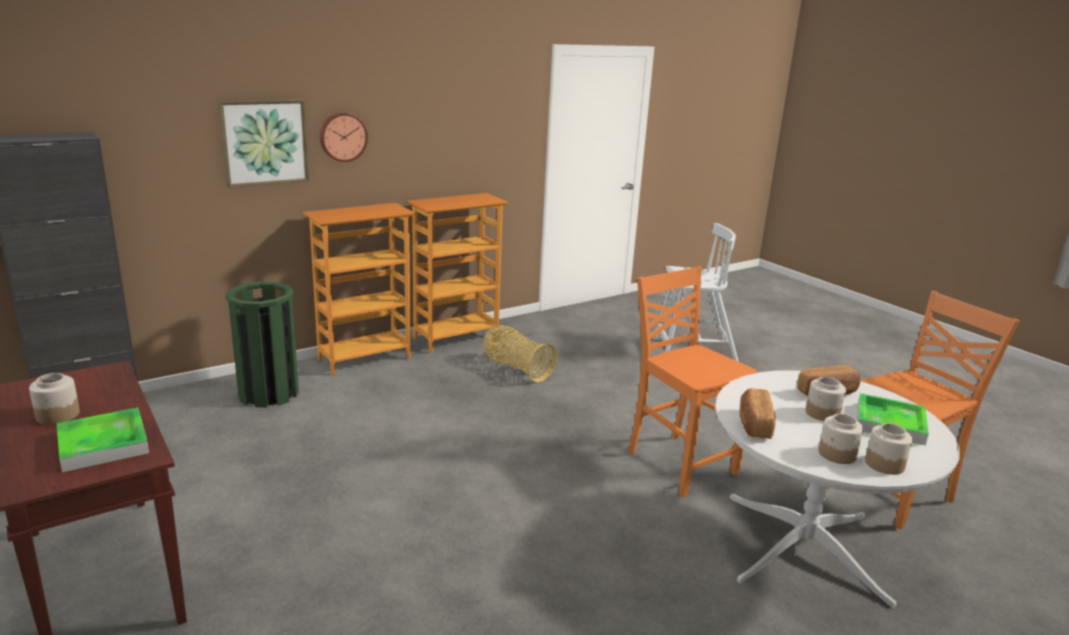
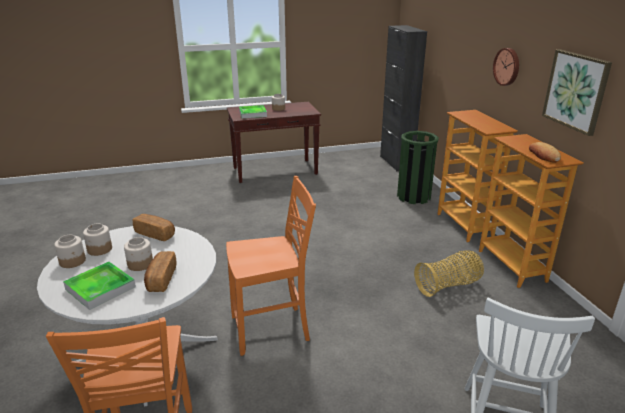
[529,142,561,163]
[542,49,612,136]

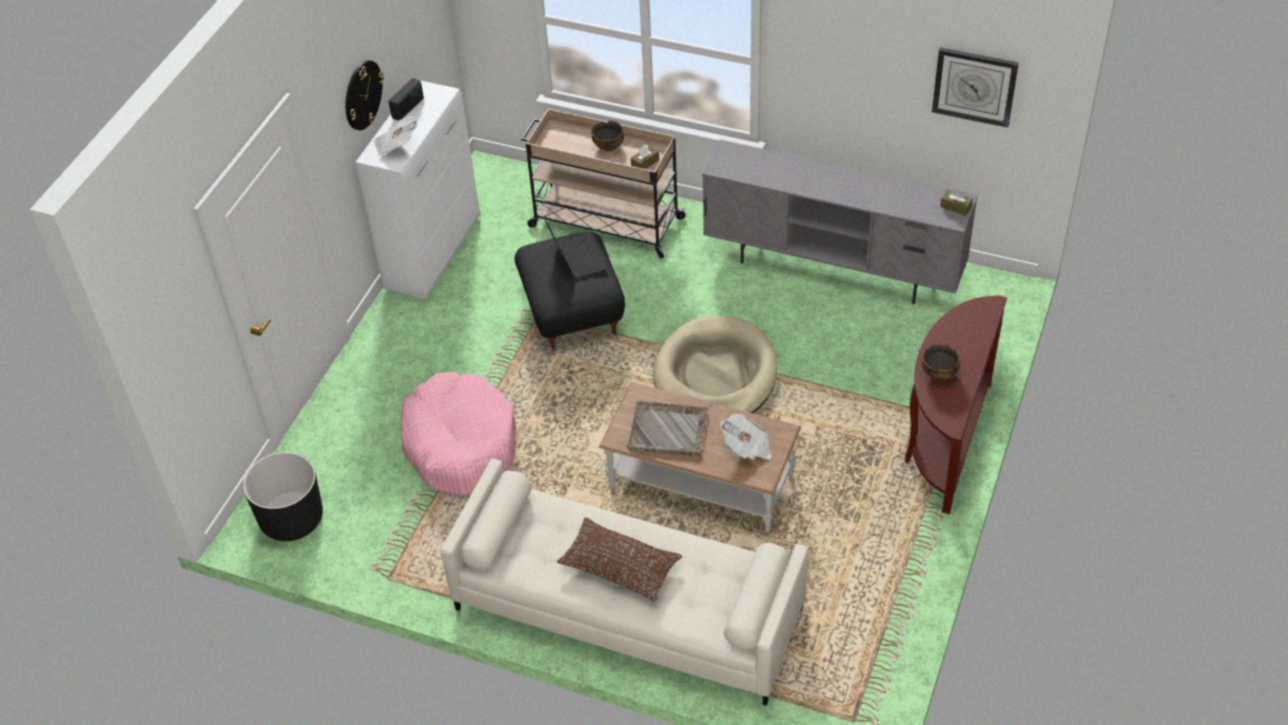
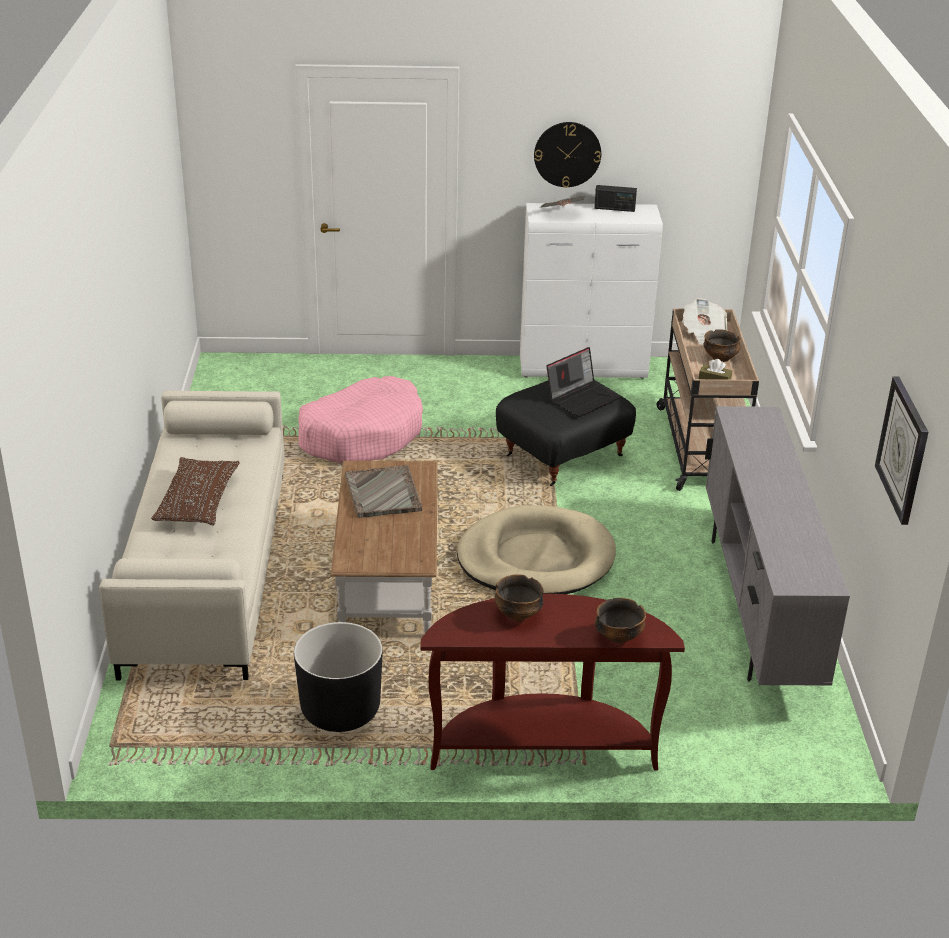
[940,190,973,216] (first image)
[595,598,646,643]
[294,622,383,732]
[682,298,728,346]

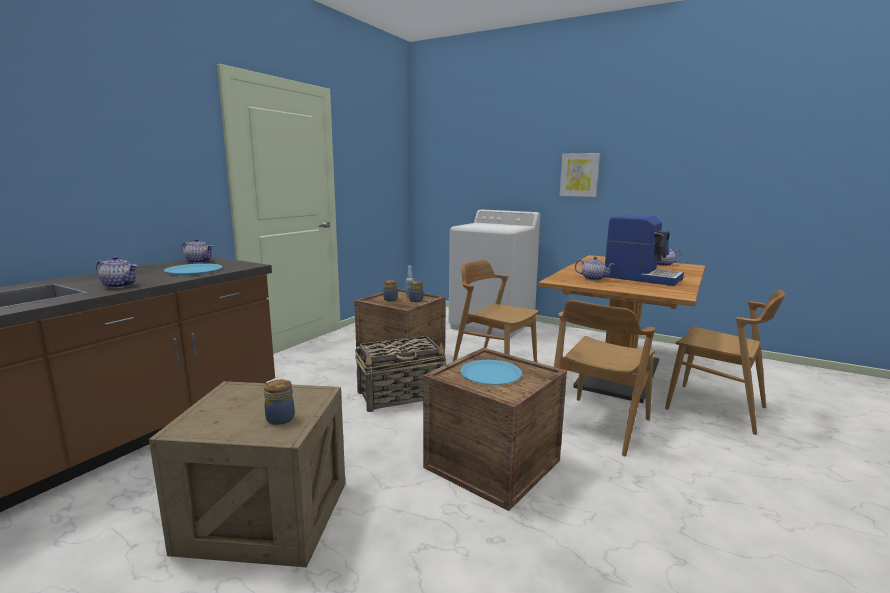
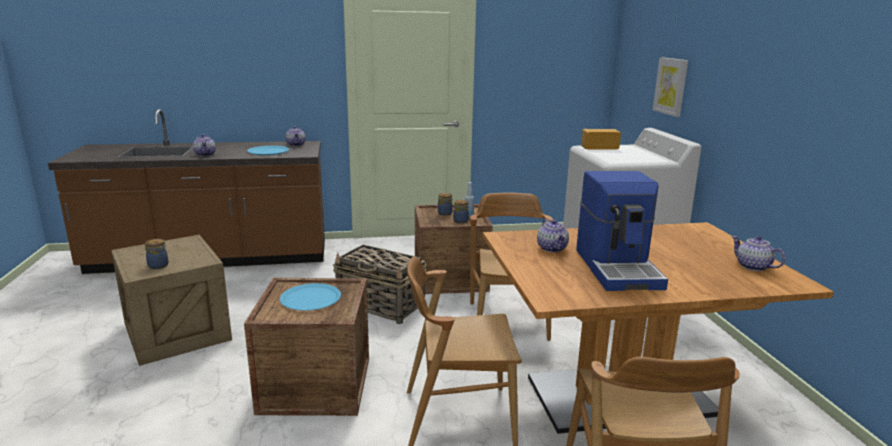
[581,129,621,150]
[653,57,688,117]

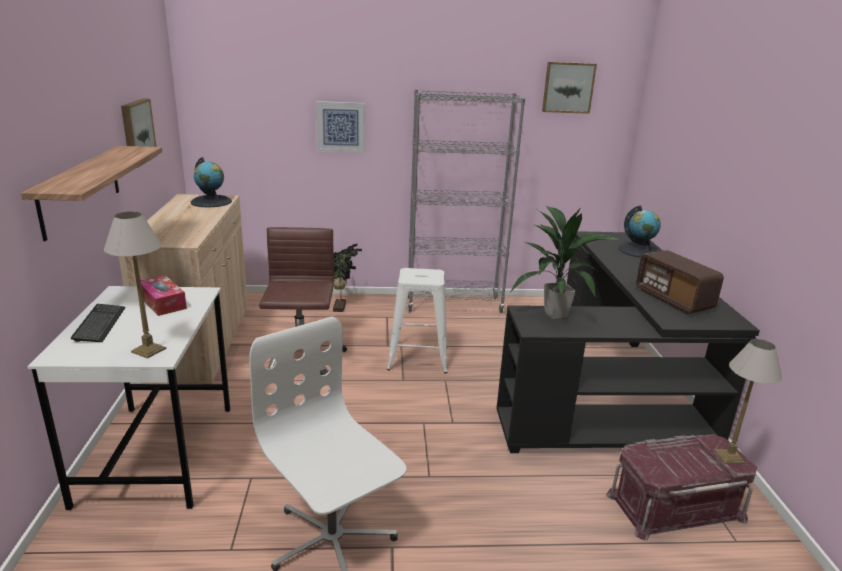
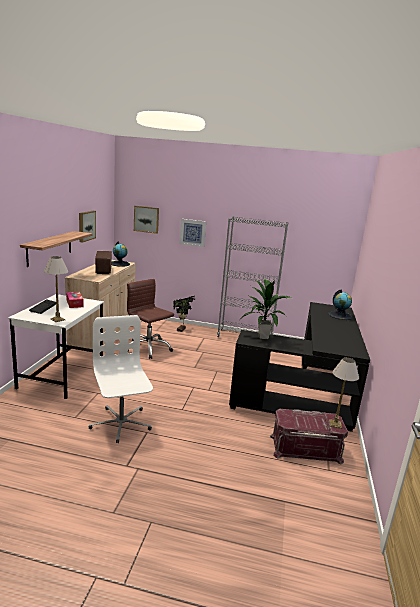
[387,268,447,373] (first image)
[134,206,159,234]
[95,251,112,274]
[127,279,174,359]

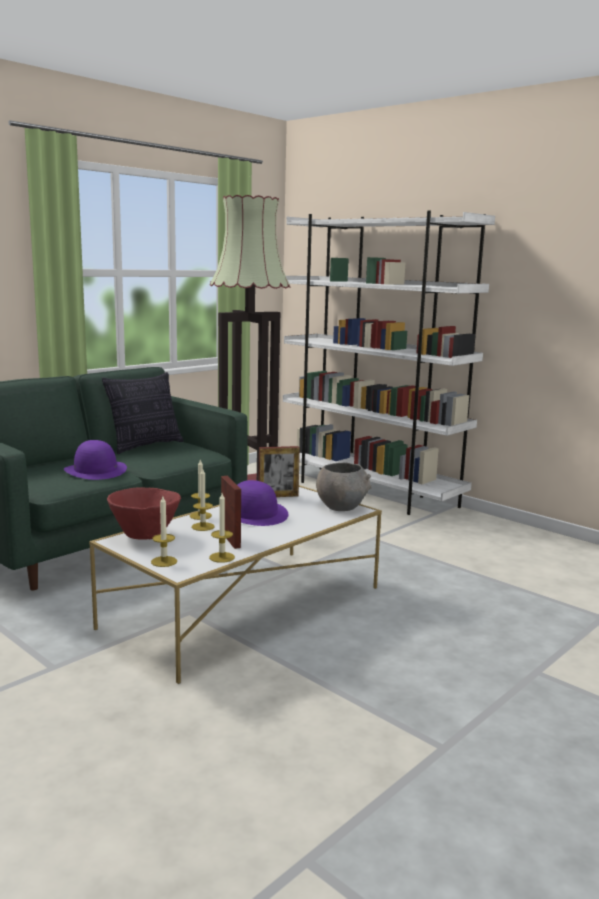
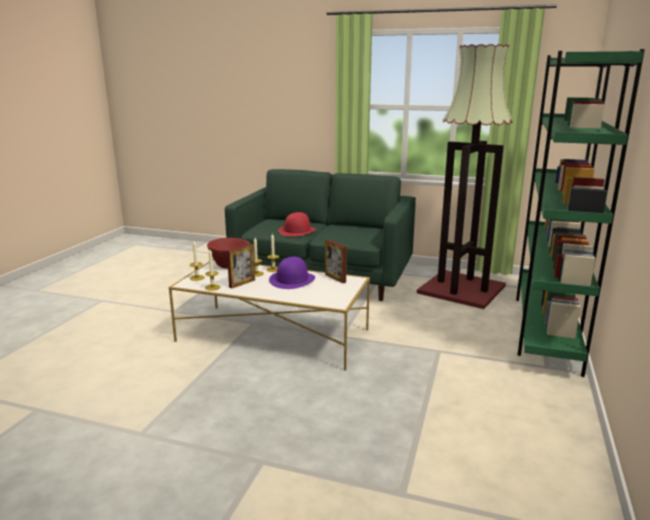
[102,372,184,454] (first image)
[316,463,372,511] (first image)
[278,212,316,237]
[516,49,645,377]

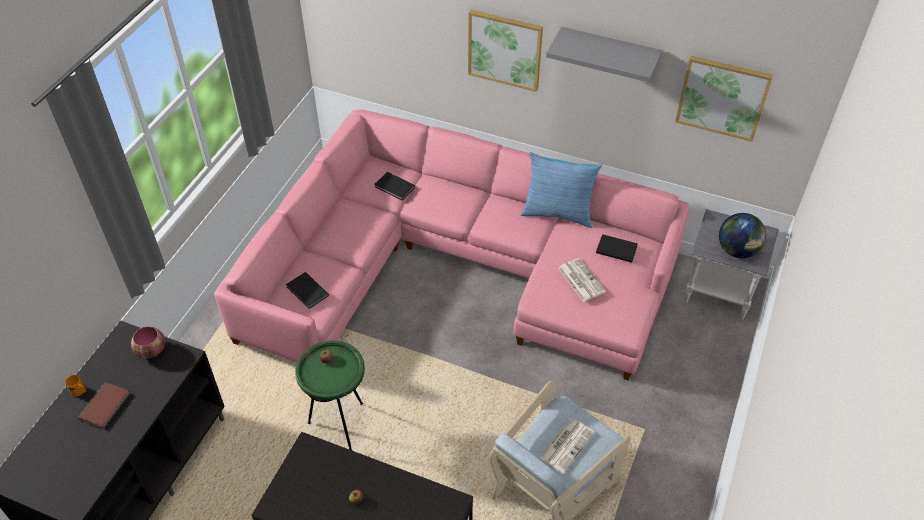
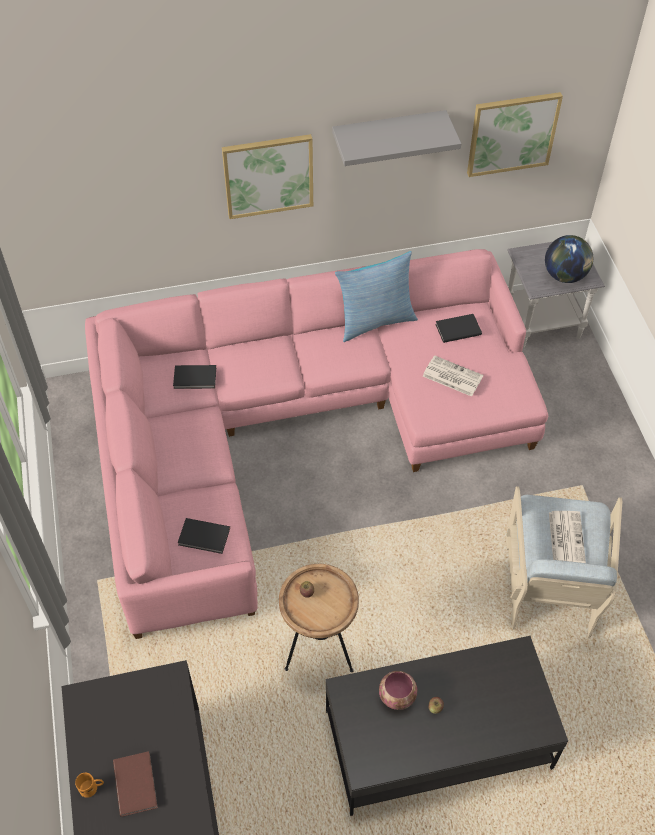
[379,671,417,710]
[279,564,359,672]

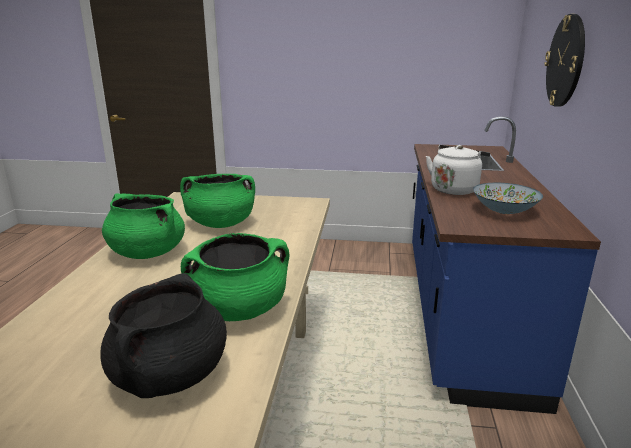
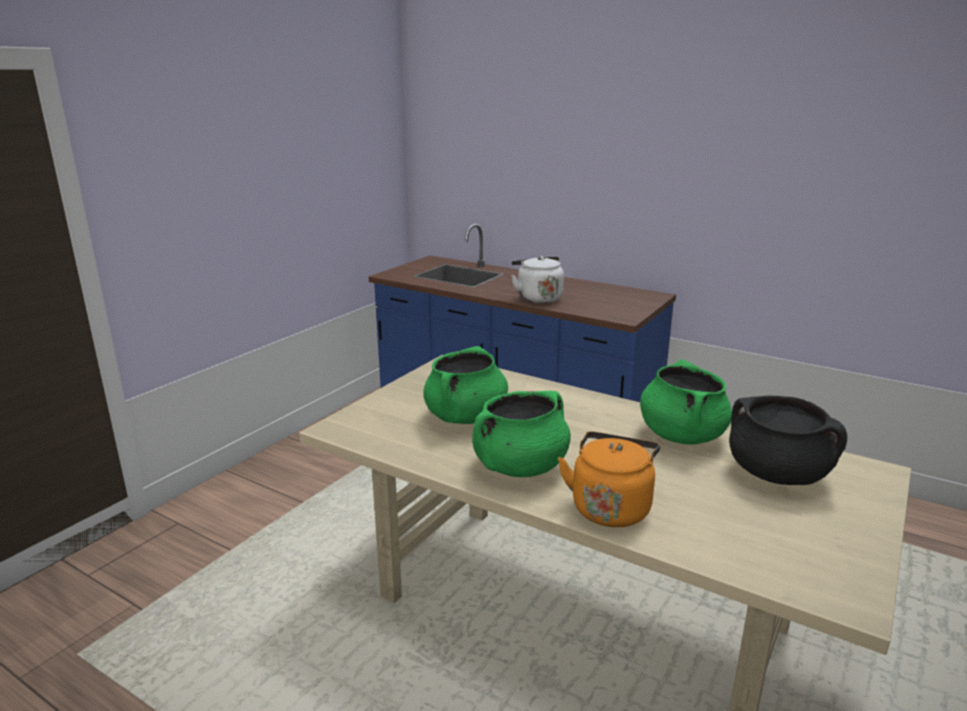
[473,183,543,214] (first image)
[544,14,585,107] (first image)
[558,431,660,527]

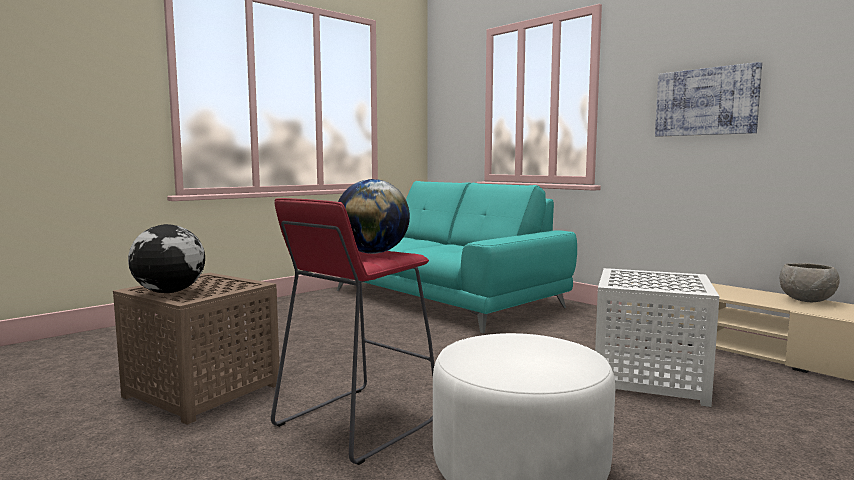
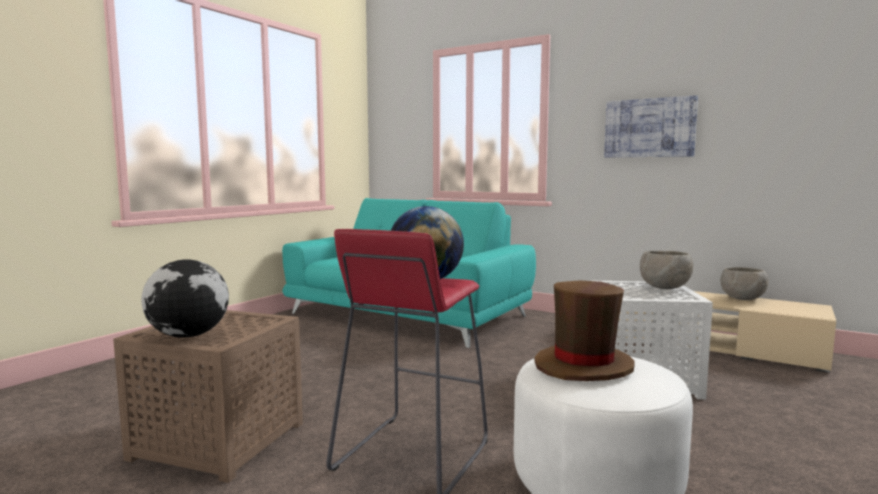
[535,280,635,381]
[640,251,693,289]

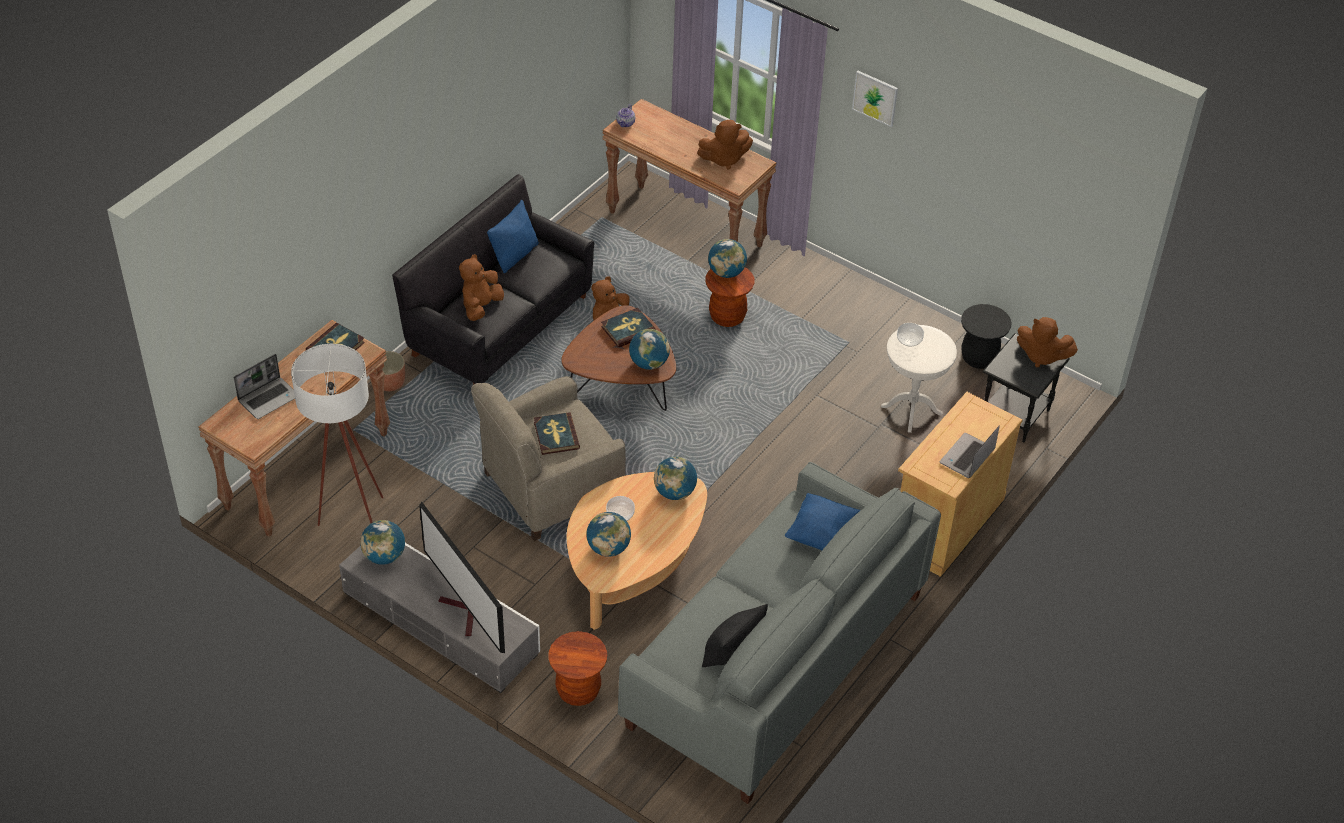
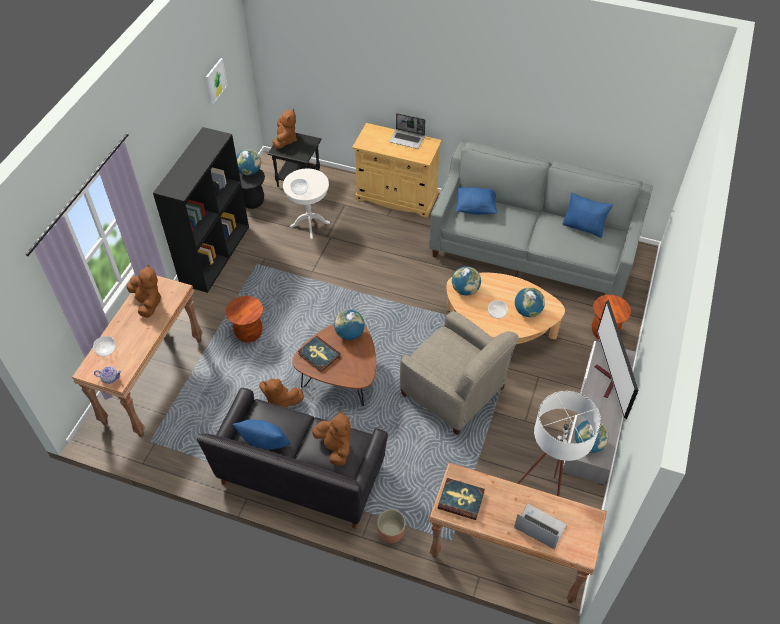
[534,412,580,455] (first image)
[93,336,116,356]
[153,127,249,293]
[236,149,261,175]
[206,58,228,104]
[563,192,613,238]
[595,299,639,419]
[312,410,351,466]

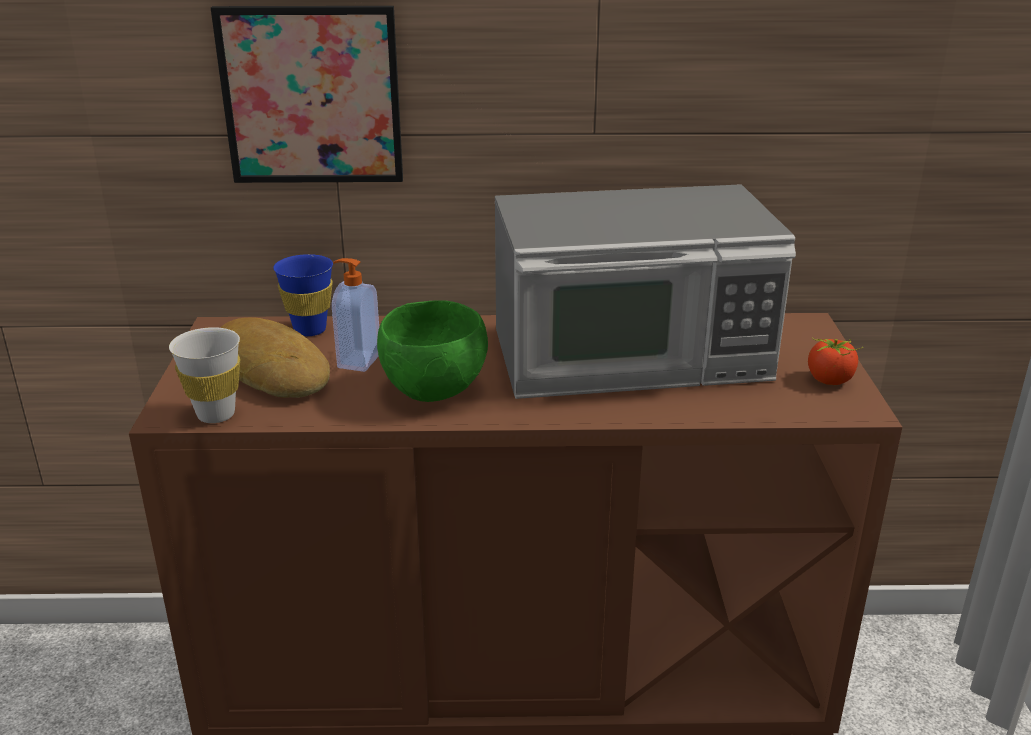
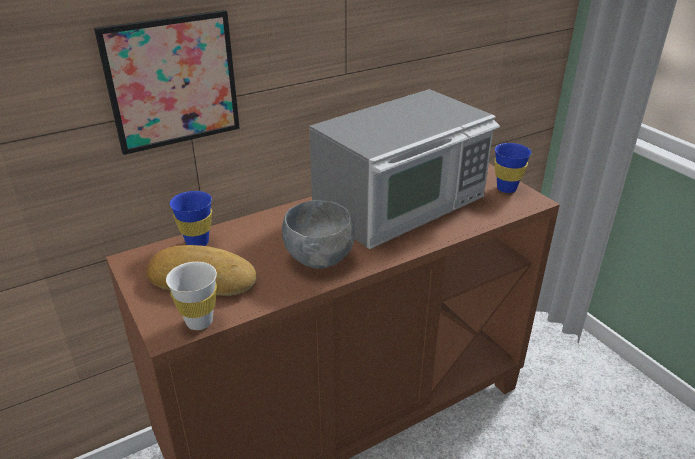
[332,258,379,372] (first image)
[494,143,531,193]
[282,200,355,269]

